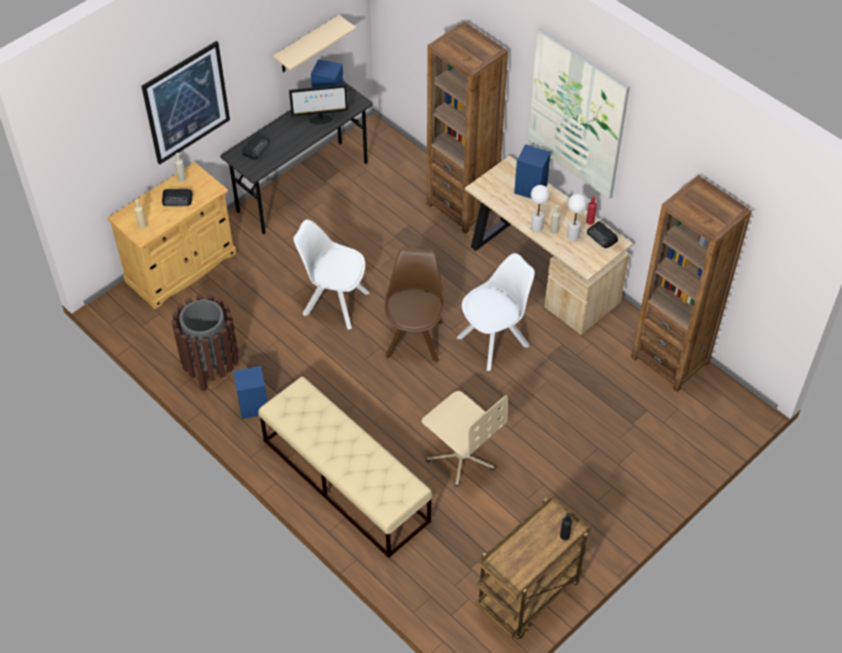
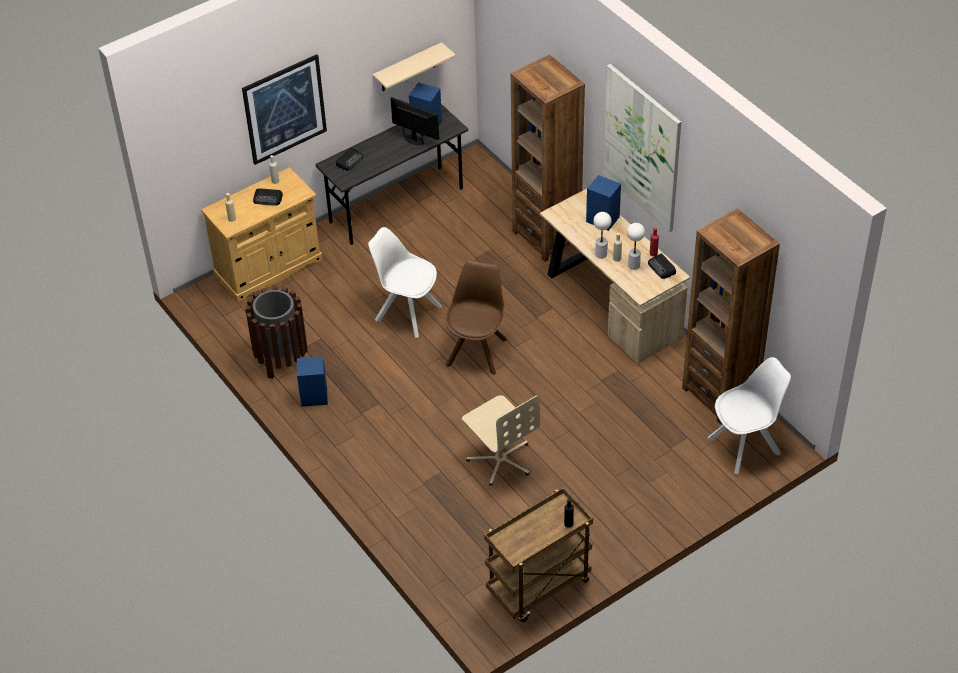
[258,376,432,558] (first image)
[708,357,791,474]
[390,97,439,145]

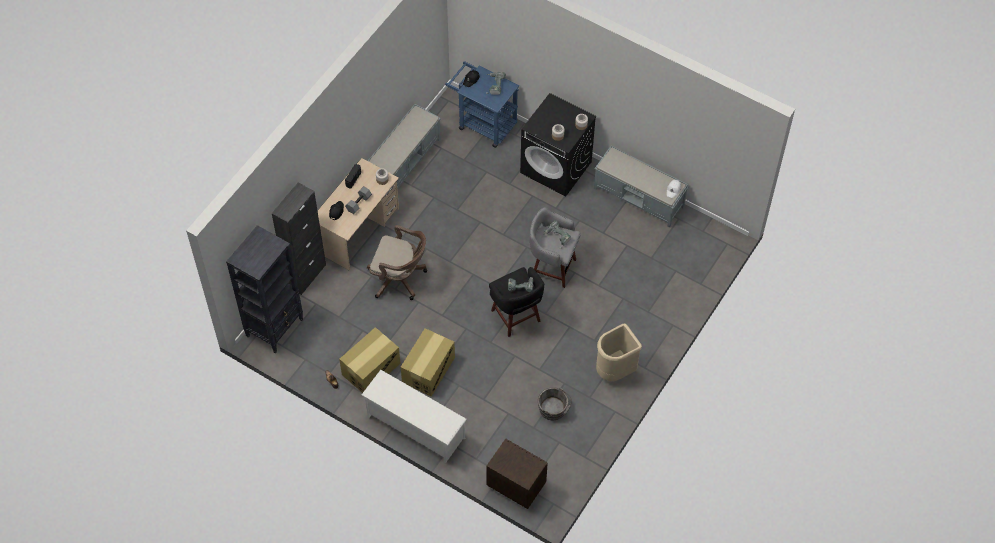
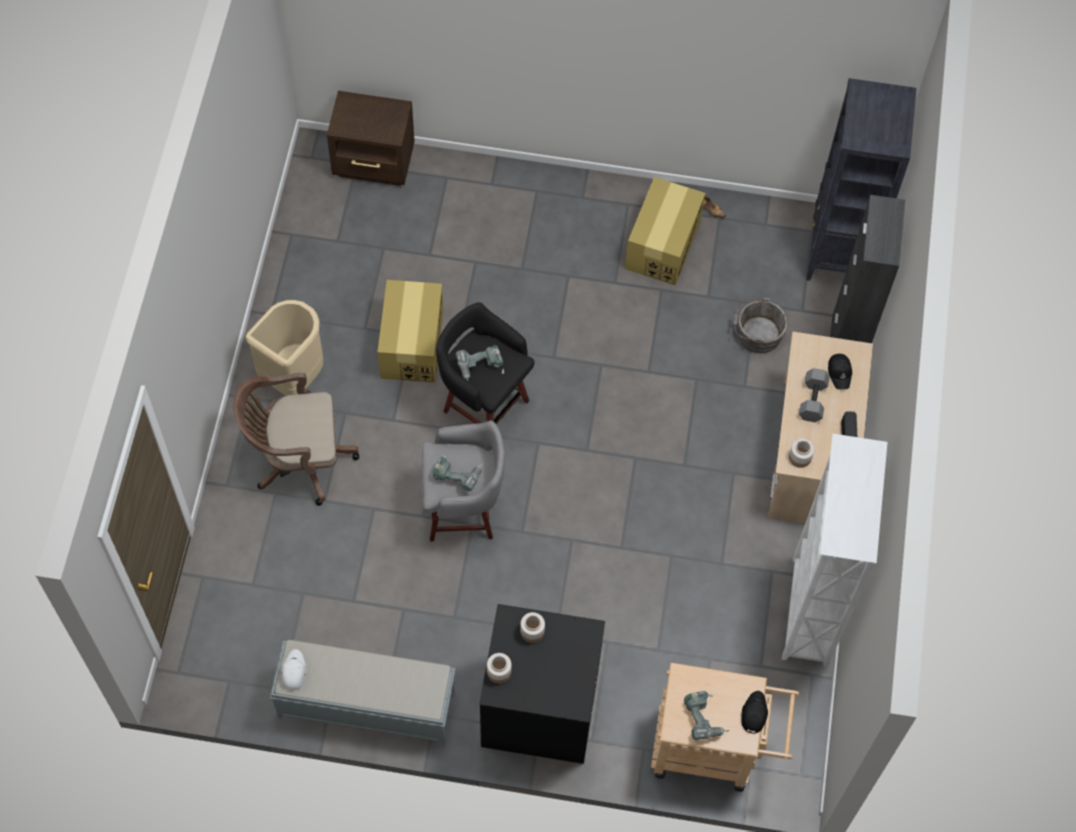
[362,370,467,463] (first image)
[233,373,360,506]
[378,280,444,383]
[733,297,788,353]
[782,433,888,667]
[651,663,799,792]

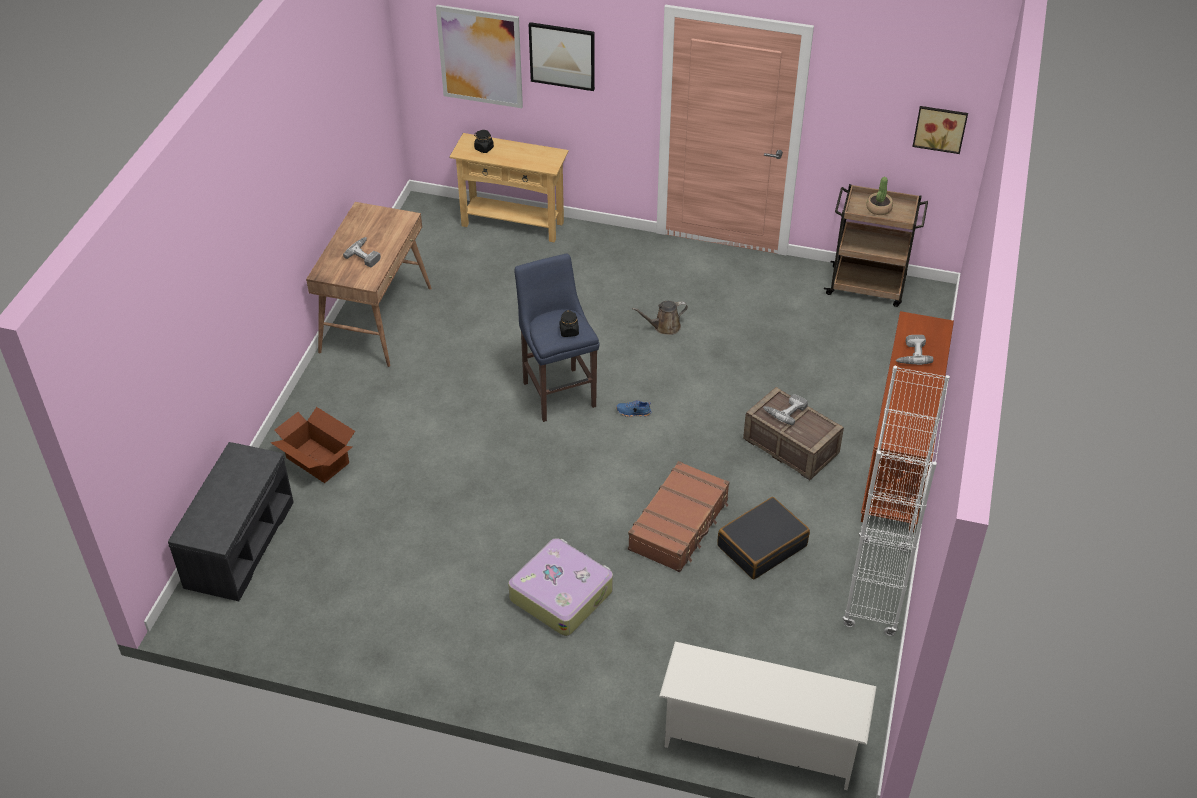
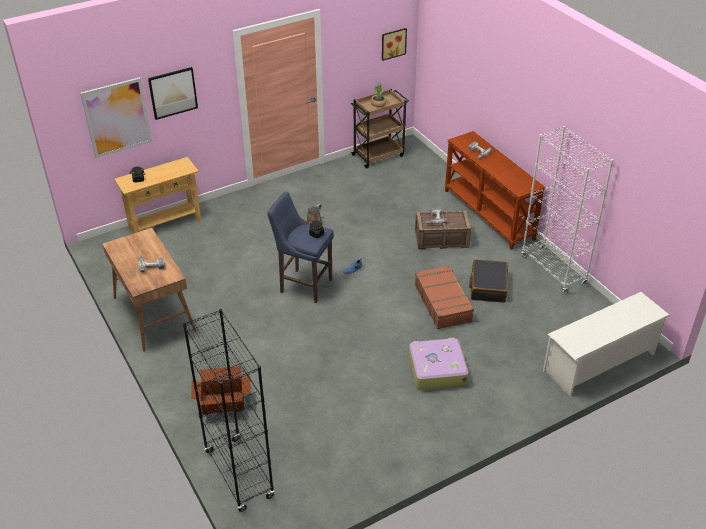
[183,309,275,512]

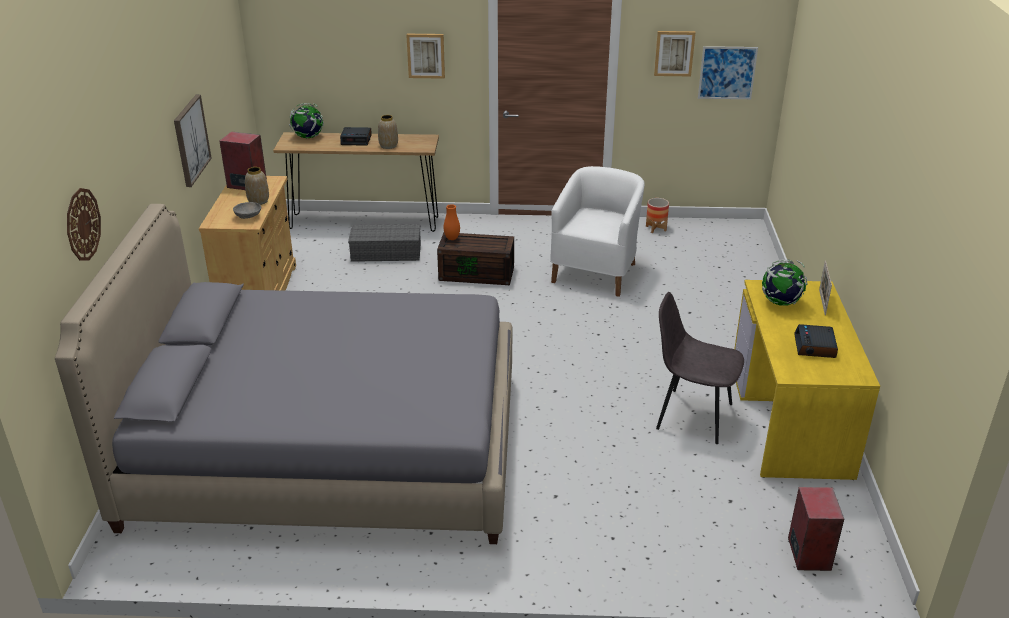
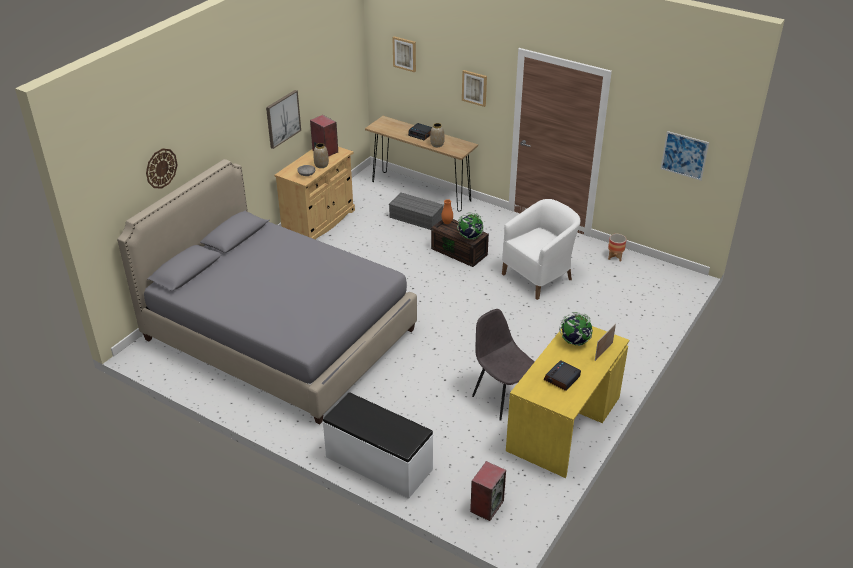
[323,392,434,499]
[457,212,484,240]
[392,36,416,73]

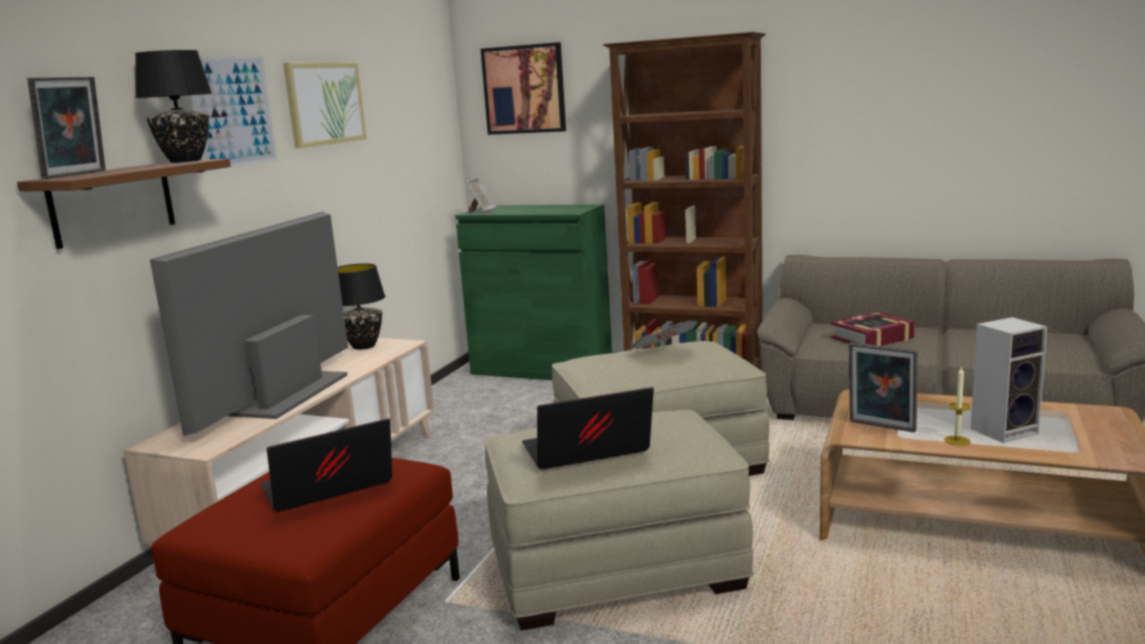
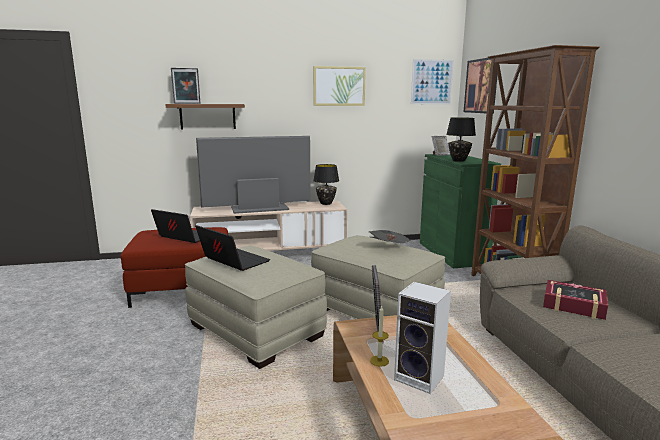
[446,117,476,162]
[411,59,454,104]

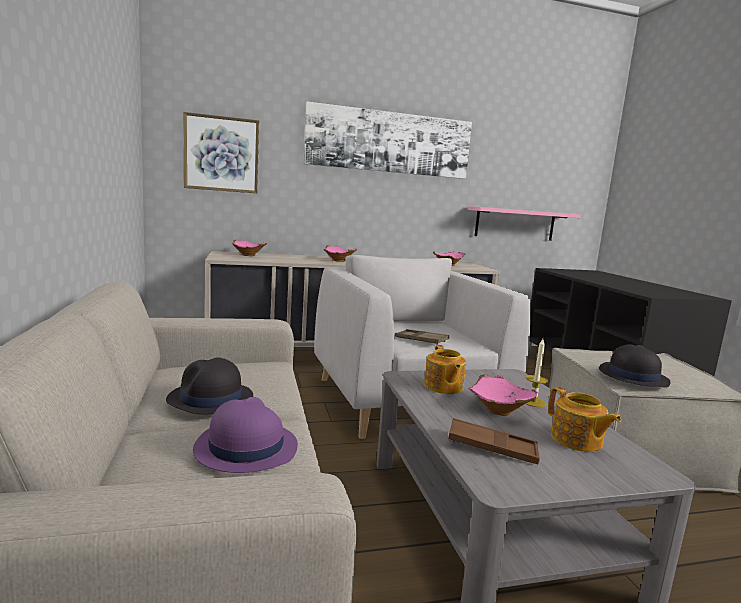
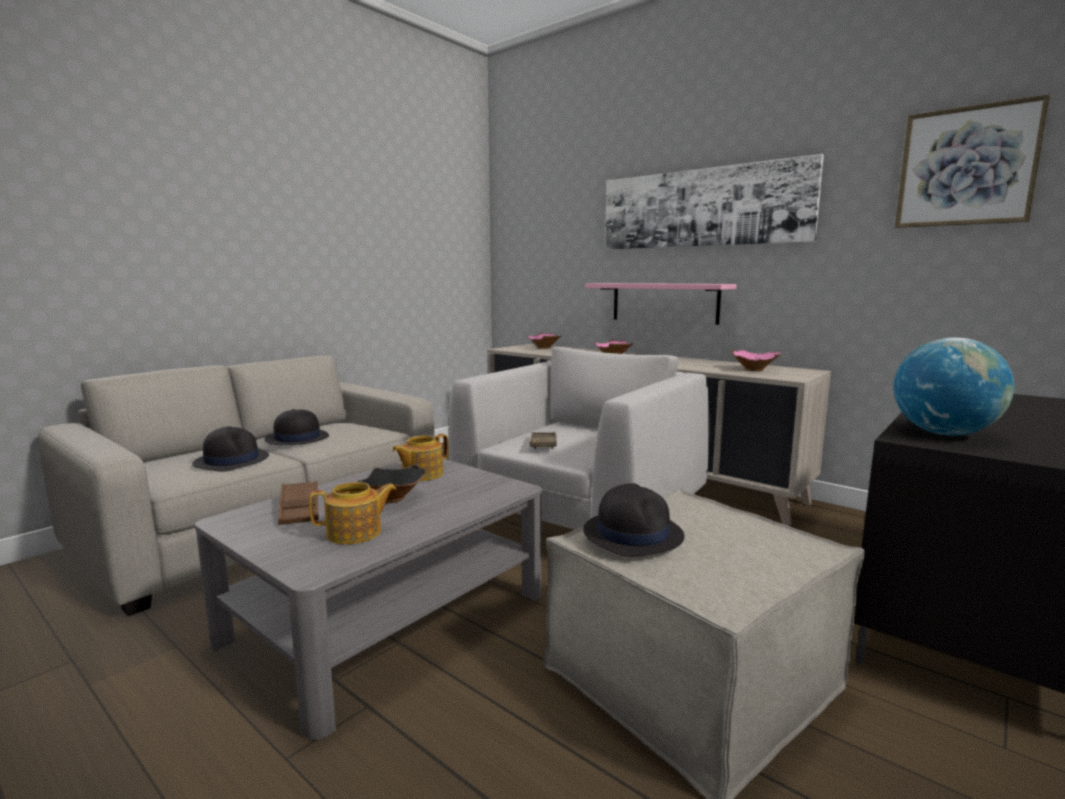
[526,339,548,407] (first image)
[893,337,1014,436]
[895,94,1050,228]
[585,283,737,325]
[192,426,269,472]
[358,464,426,503]
[309,482,397,544]

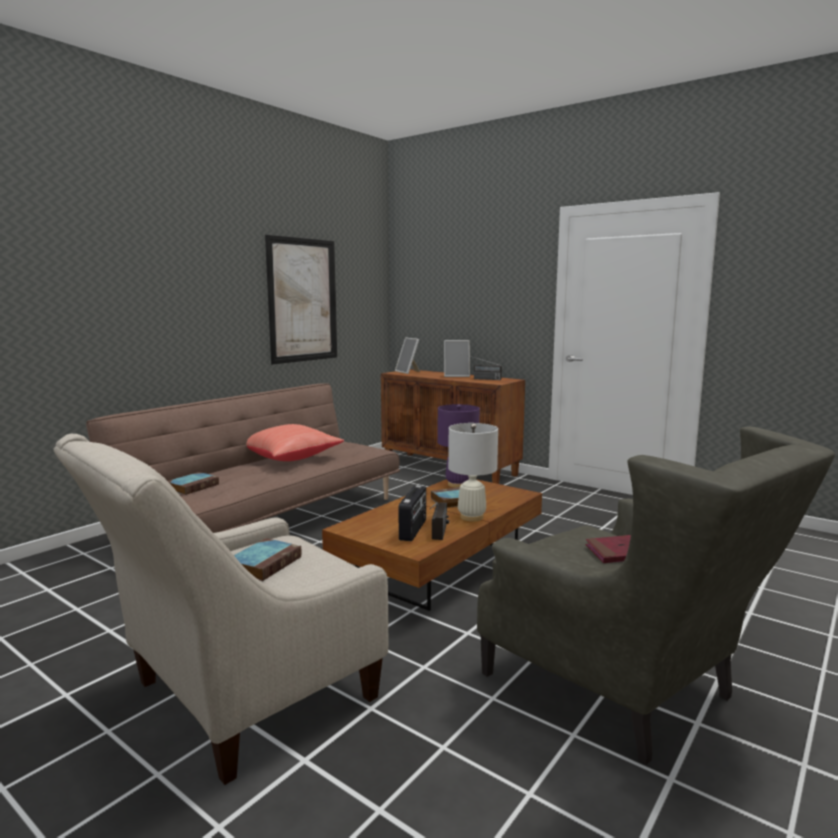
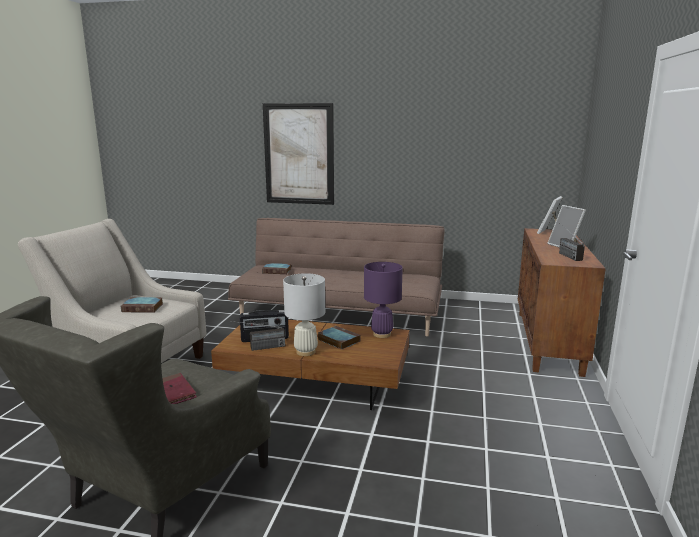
[246,424,344,461] (first image)
[263,103,334,205]

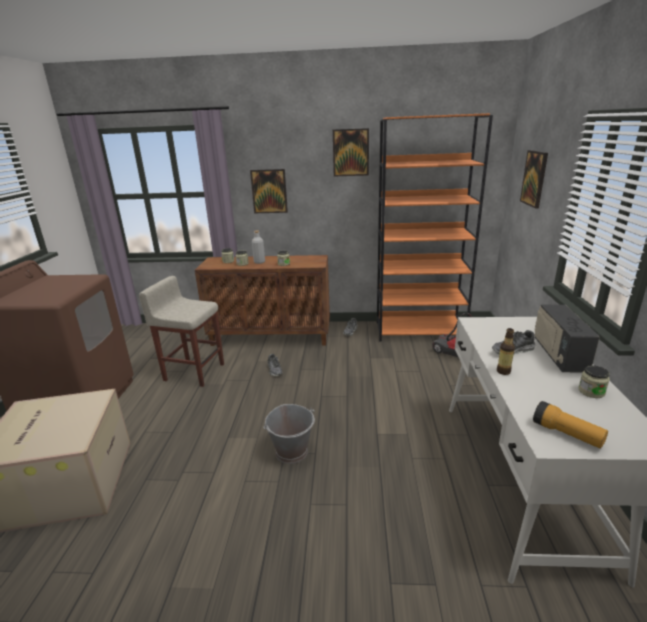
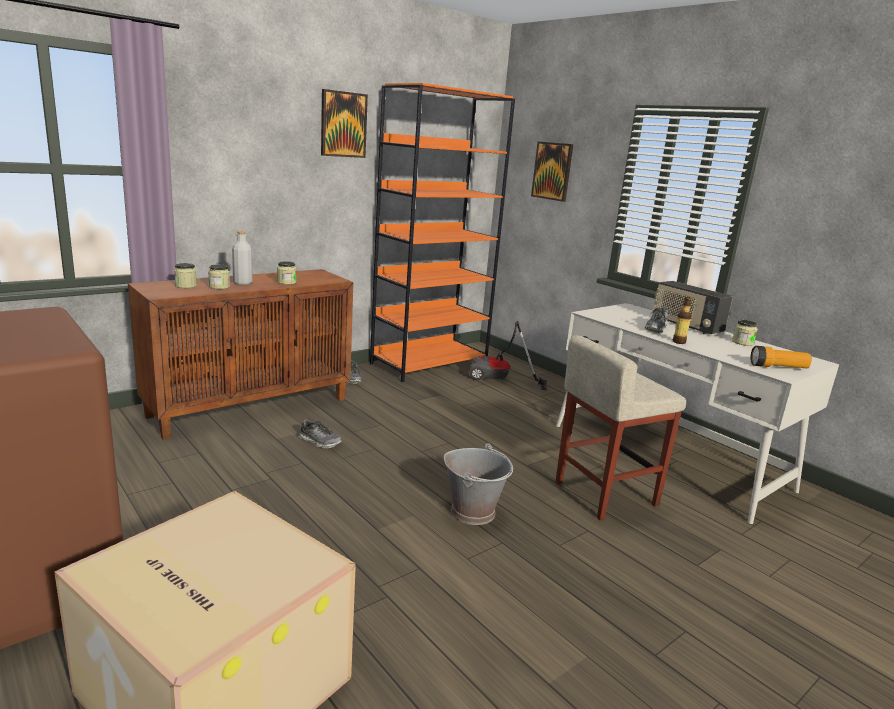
[250,169,288,213] (first image)
[555,335,686,520]

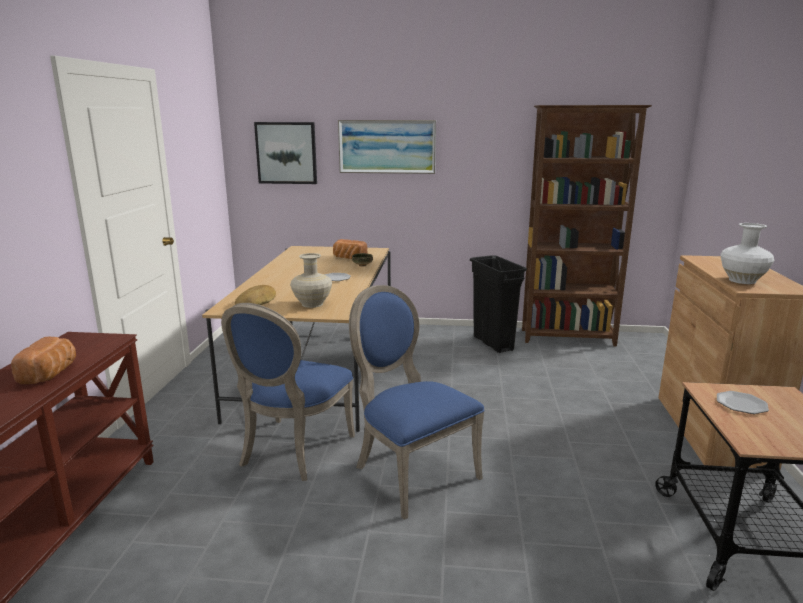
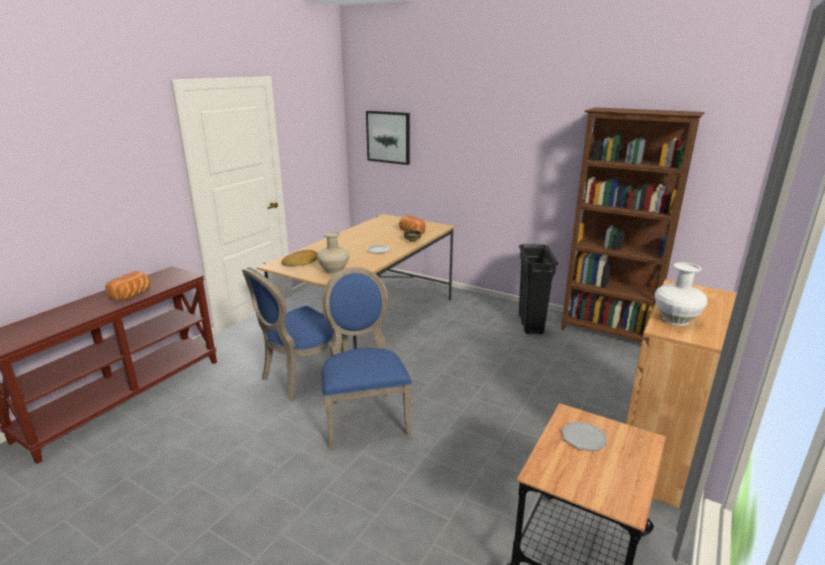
[338,120,436,174] (first image)

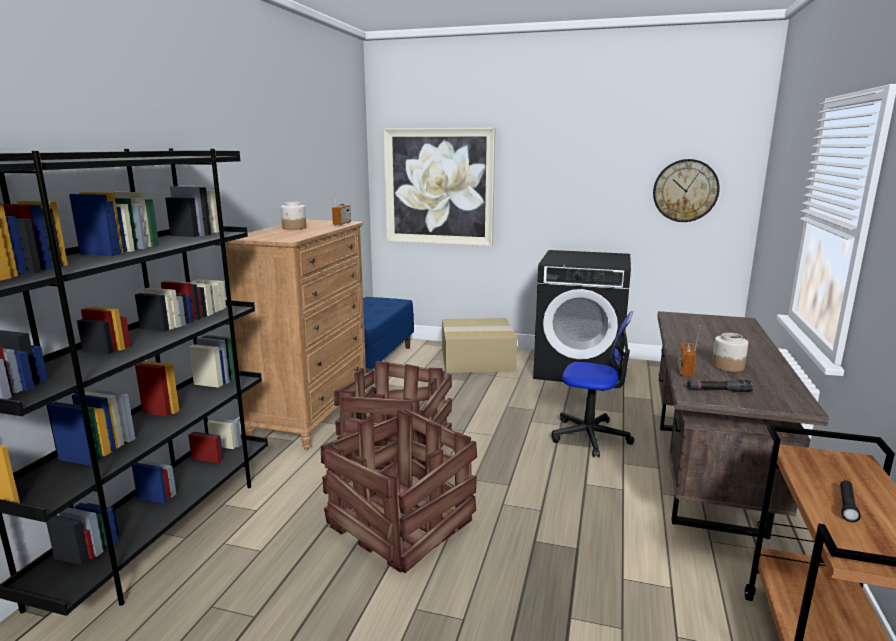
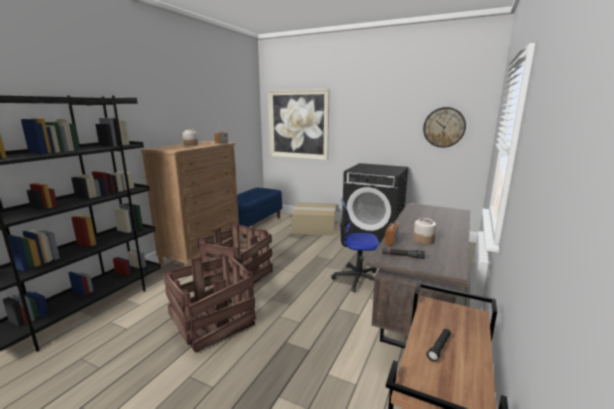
[331,199,380,292]

